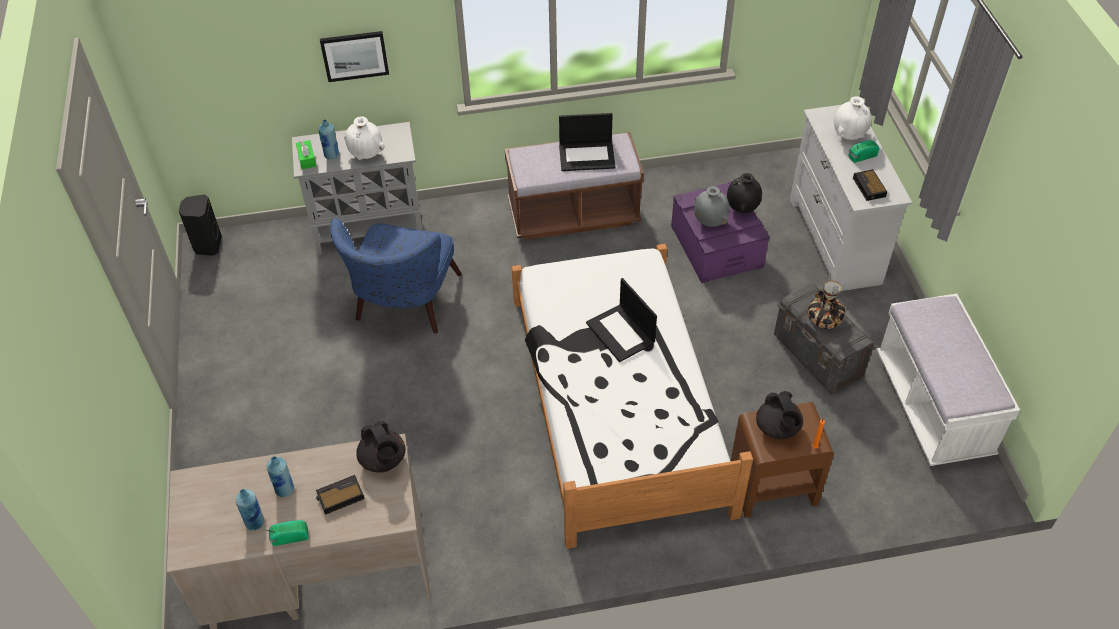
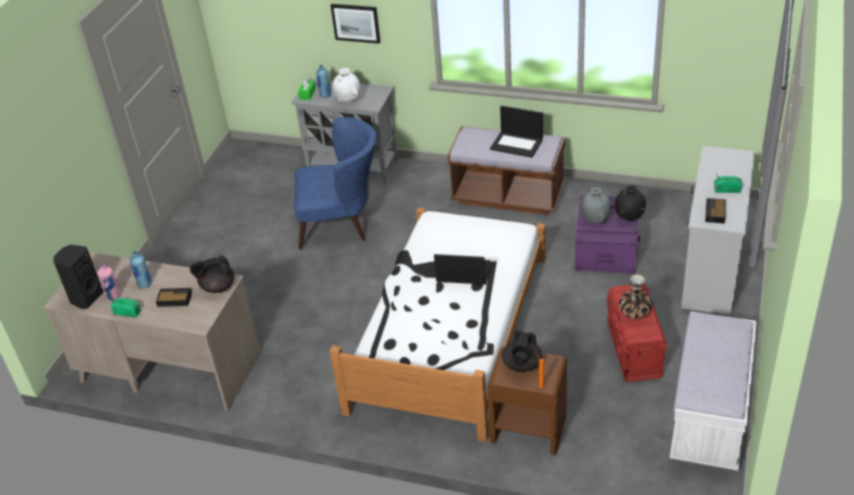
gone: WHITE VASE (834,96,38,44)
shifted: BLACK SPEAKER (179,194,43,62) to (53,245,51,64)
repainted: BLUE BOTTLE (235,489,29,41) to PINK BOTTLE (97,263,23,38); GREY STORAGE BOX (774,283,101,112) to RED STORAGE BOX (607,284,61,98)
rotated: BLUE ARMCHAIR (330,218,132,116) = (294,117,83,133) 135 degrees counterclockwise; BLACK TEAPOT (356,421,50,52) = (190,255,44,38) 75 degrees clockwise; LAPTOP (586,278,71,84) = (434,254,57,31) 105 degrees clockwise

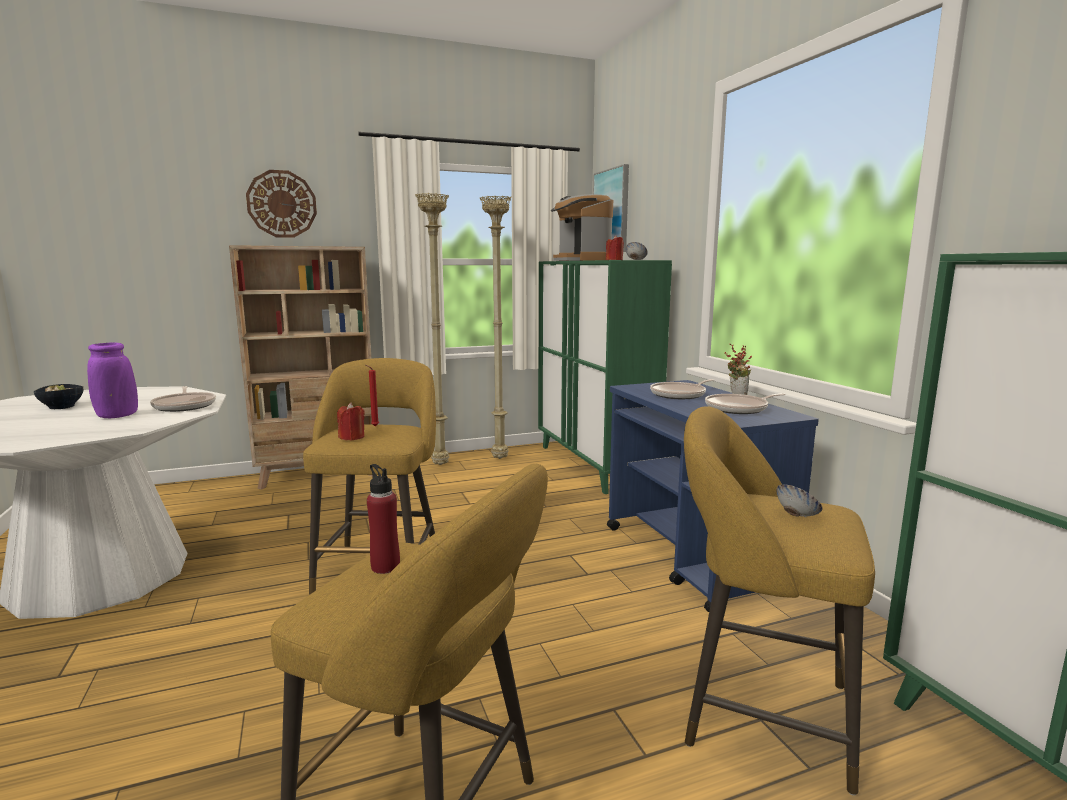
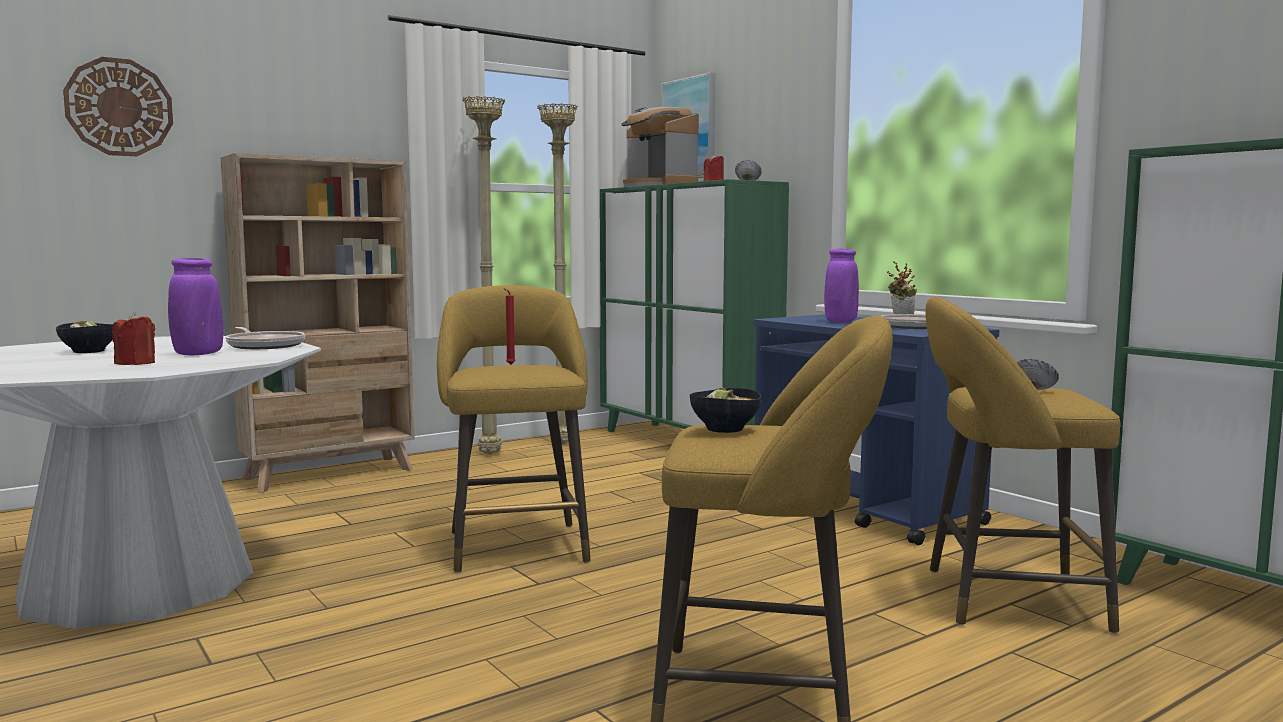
shifted: WALL CLOCK (246,170,71,68) to (63,57,110,100); RED CANDLE (337,402,28,38) to (112,312,43,53)
swapped: RED BOTTLE (367,464,33,110) to BOWL (690,388,71,45); FRYING PAN (650,379,64,20) to PURPLE VASE (824,249,35,73)

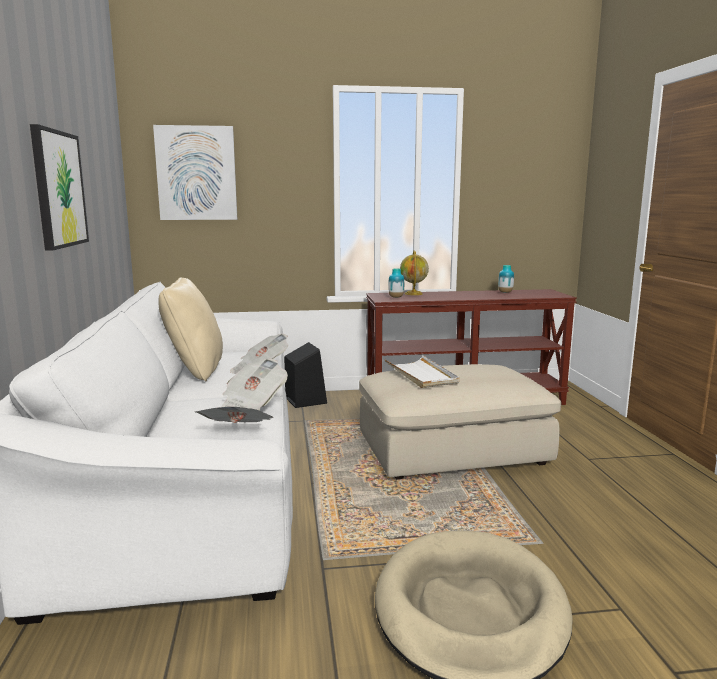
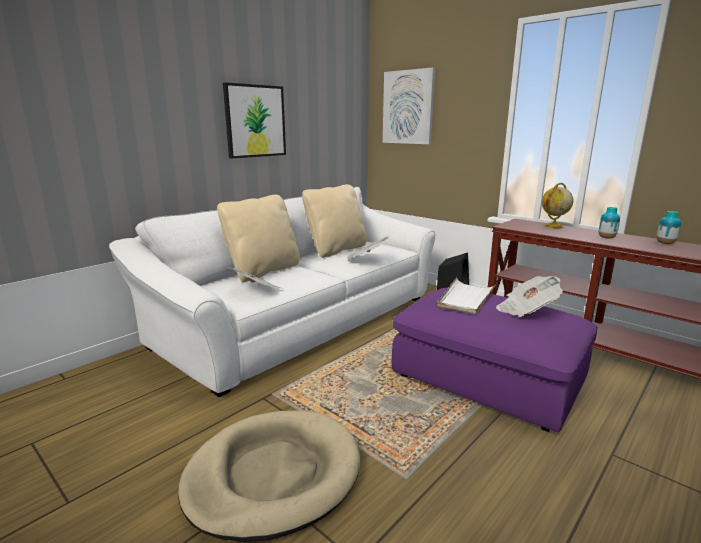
new: BEIGE PILLOW (217,195,83,87)
shifted: NEWSPAPER (221,359,67,51) to (496,276,67,41); VASE (388,268,16,30) to (599,207,21,32)
repainted: BEIGE OTTOMAN (359,364,202,116) to PURPLE OTTOMAN (392,288,206,144)

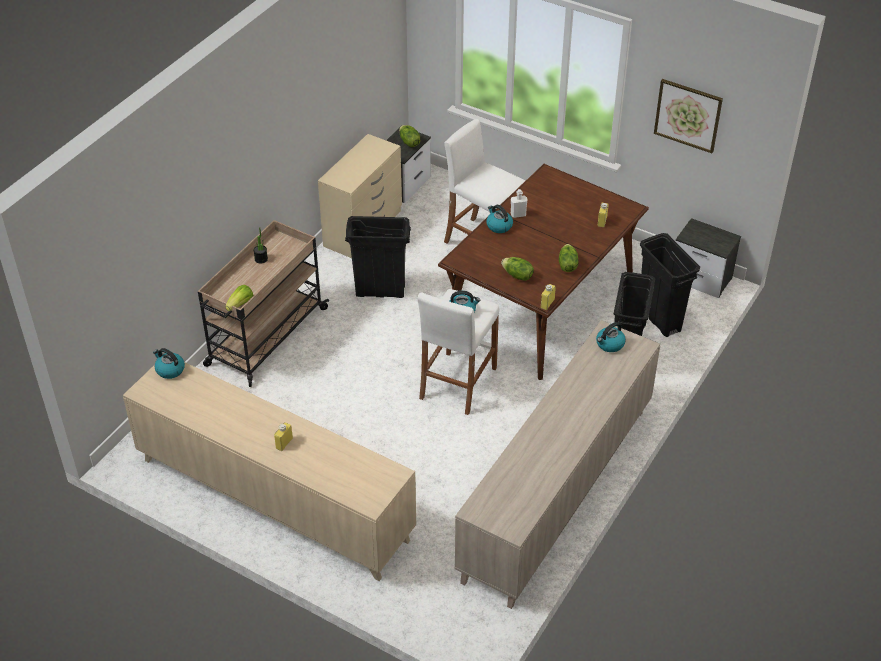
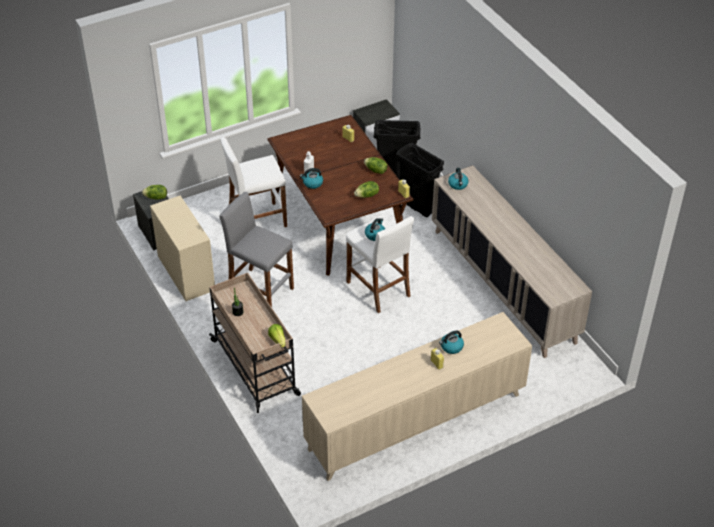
gone: PICTURE (654,79,69,74)
shifted: KETTLE (153,348,32,31) to (439,331,25,23)
swapped: BLACK TRASH CAN (345,216,66,82) to GREY STOOL (220,192,74,115)

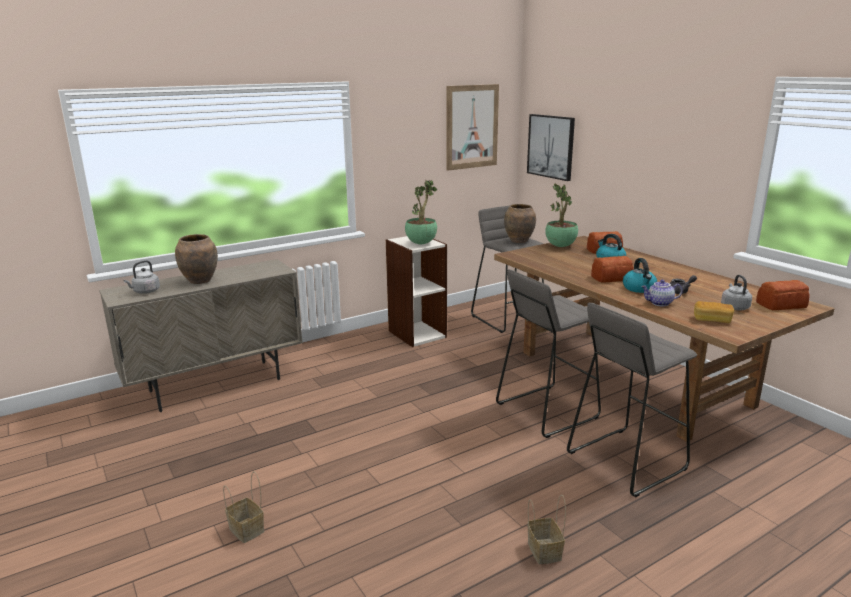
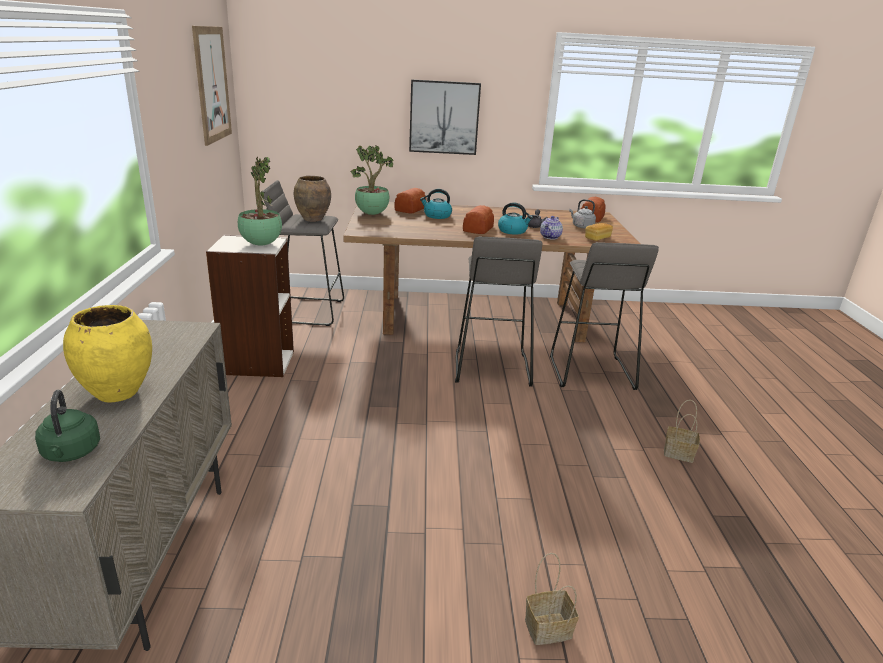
shifted: PICTURE (527,114,48,67) to (409,79,72,76)
repainted: GREY KETTLE (124,260,36,34) to GREEN KETTLE (35,390,65,72); BROWN VASE (175,234,43,50) to YELLOW VASE (63,305,89,98)

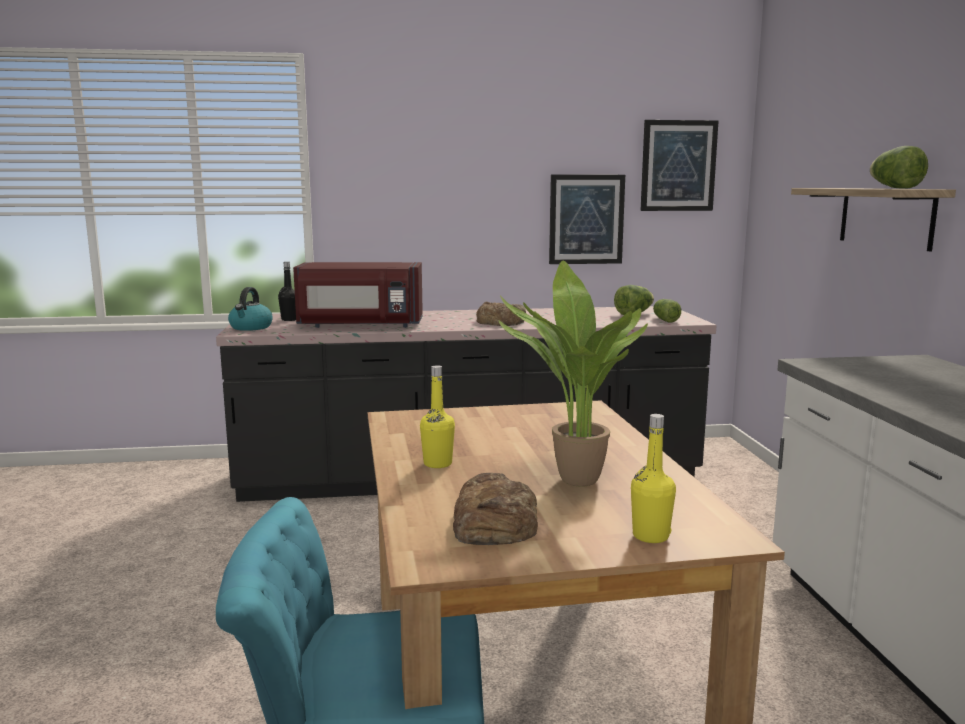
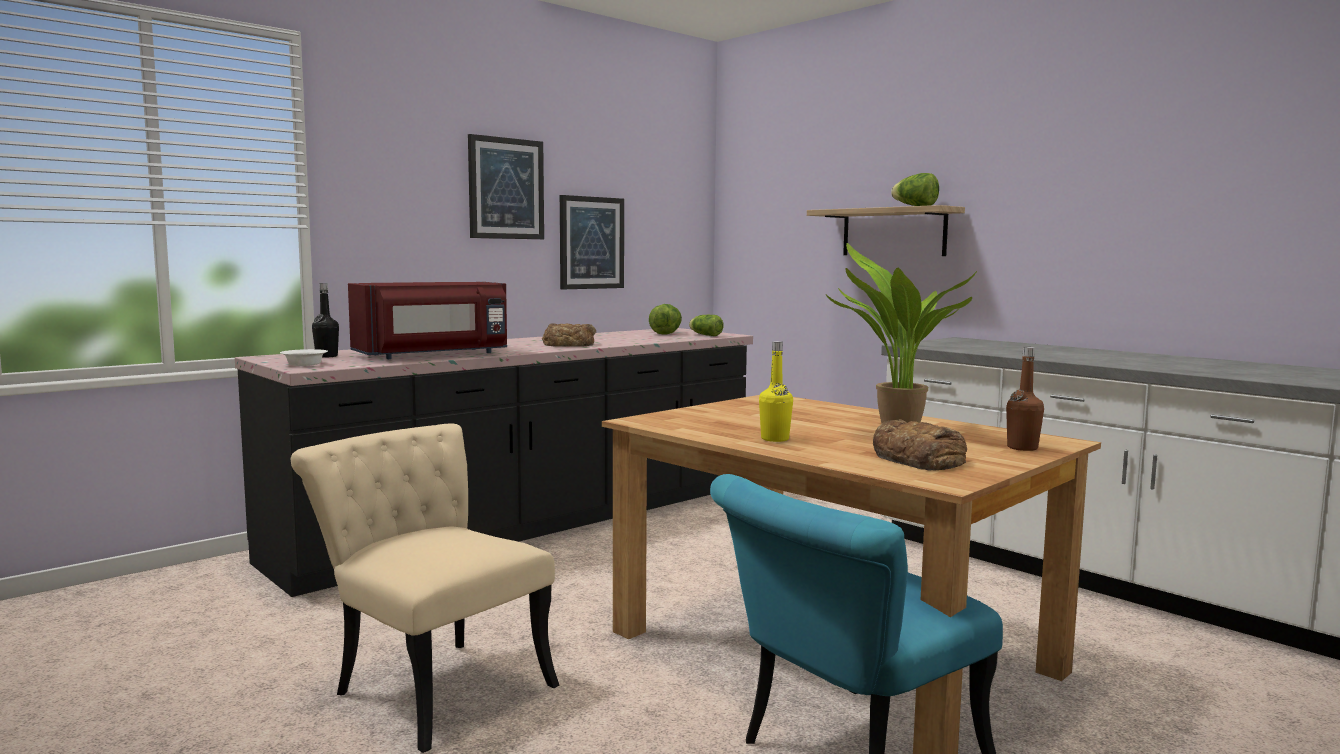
new: BEIGE CHAIR (291,424,268,329)
shifted: PICTURE (640,120,79,91) to (468,134,76,105)
swapped: KETTLE (228,287,45,44) to WHITE BOWL (280,349,48,17)
repainted: YELLOW BOTTLE (631,414,45,129) to BROWN BOTTLE (1006,347,38,104)

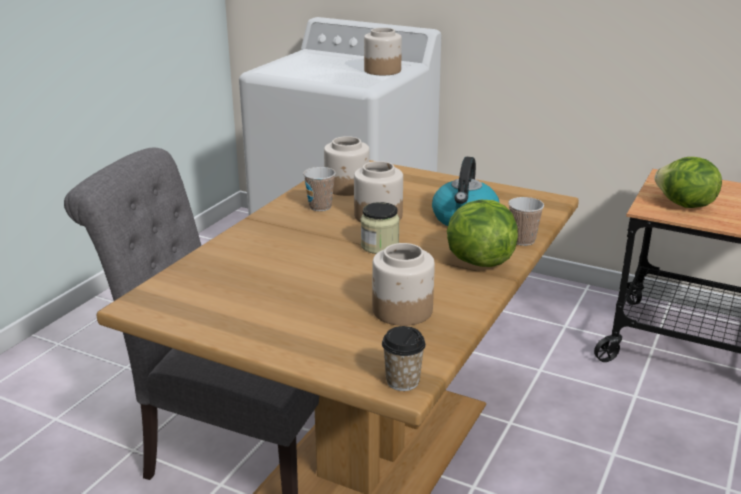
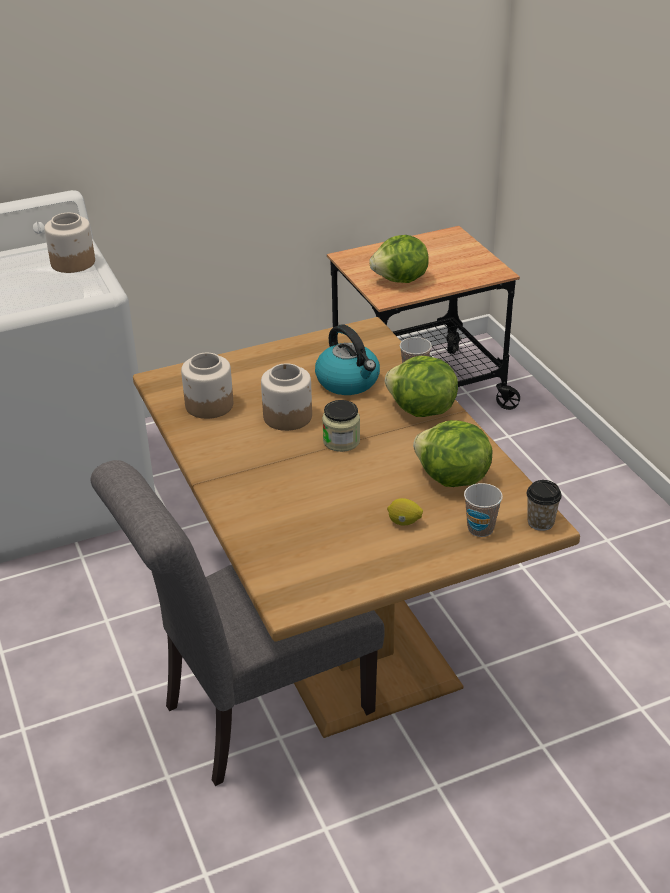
new: LEMON (387,498,36,27)
shifted: CUP (303,167,33,44) to (464,483,39,54)
swapped: JAR (372,243,63,83) to LETTUCE (413,420,79,67)

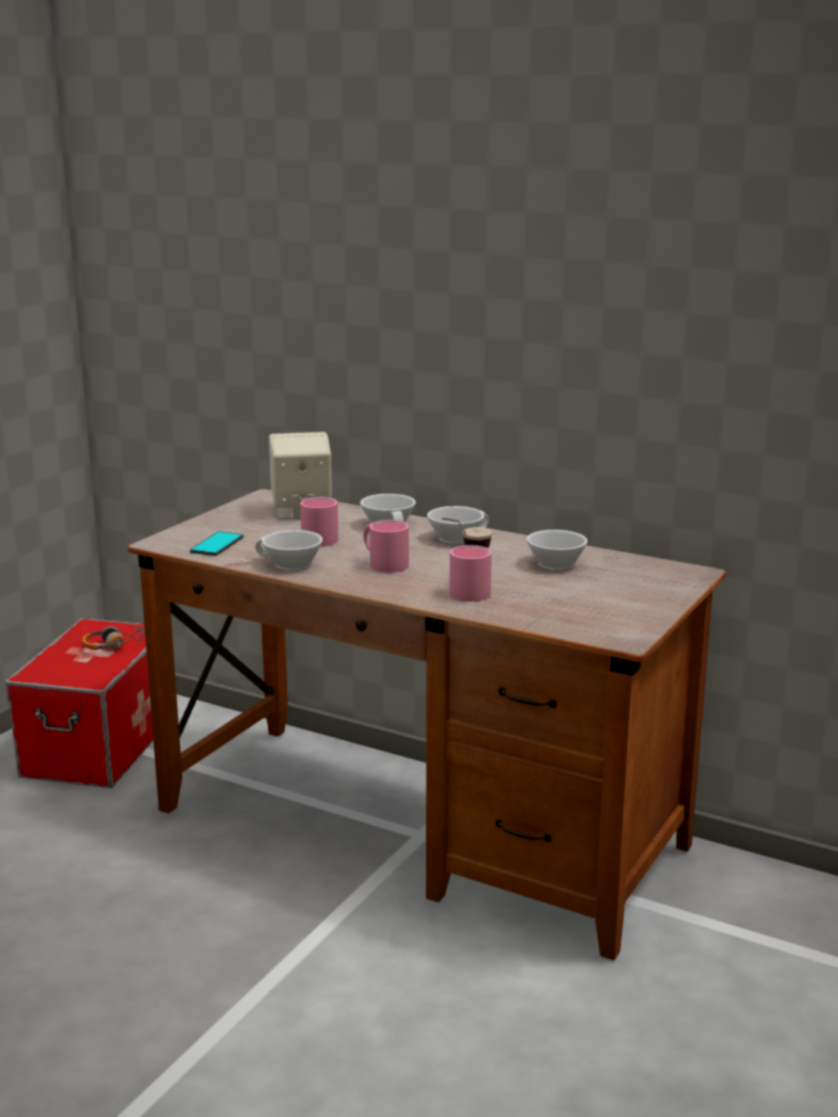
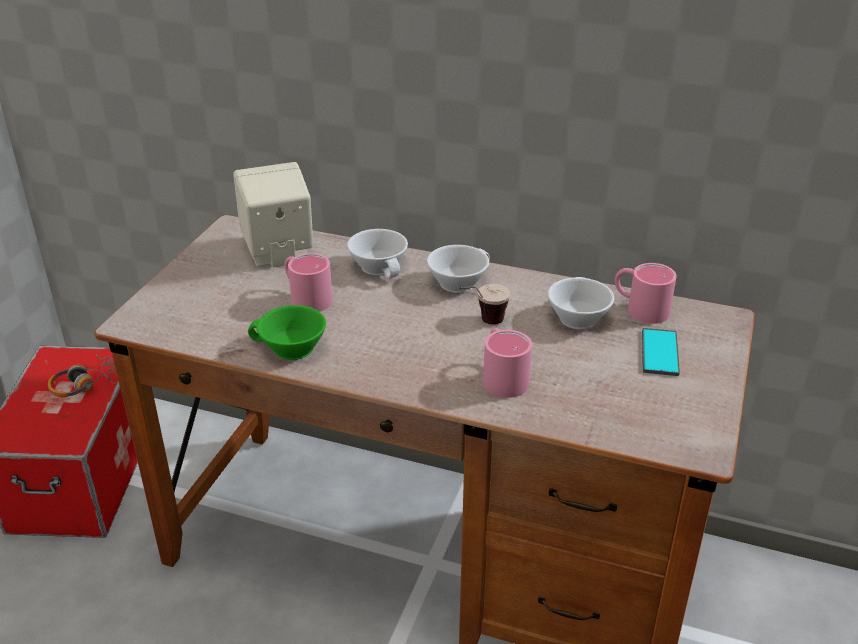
shifted: PHONE (190,531,54,25) to (642,328,38,48); PINK MUG (363,520,46,53) to (615,263,62,61)
repainted: WHITE CUP (255,530,68,40) to GREEN CUP (248,305,78,55)

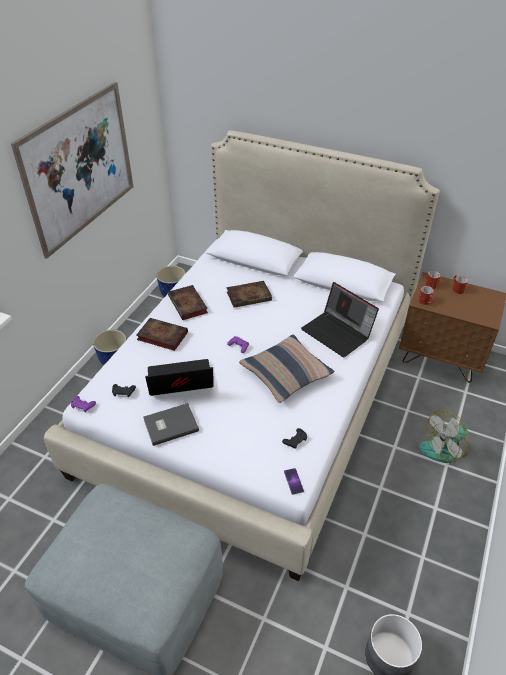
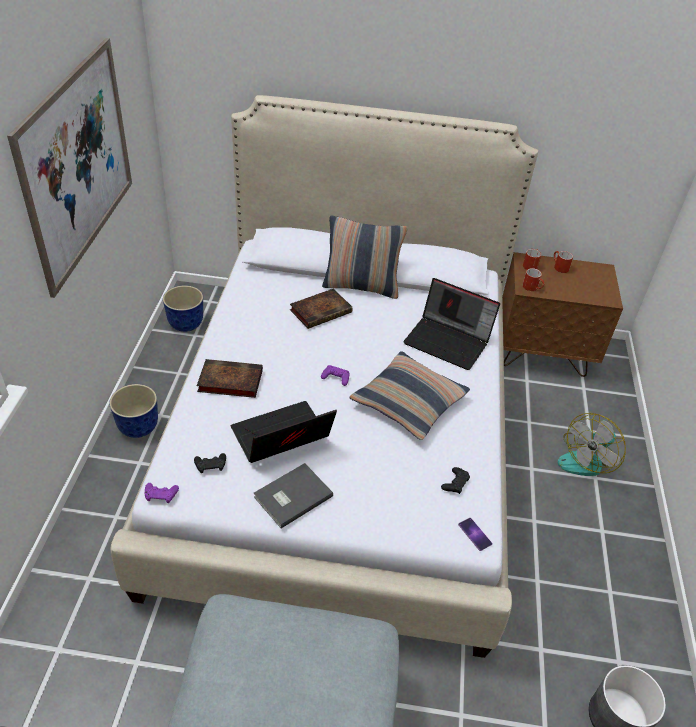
gone: BOOK (168,285,40,35)
new: PILLOW (322,215,86,84)

